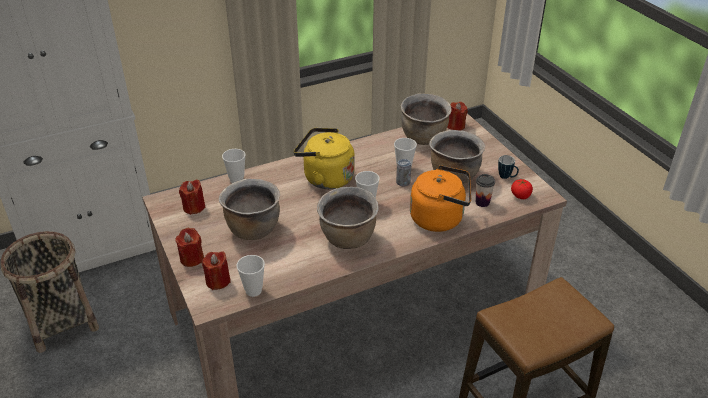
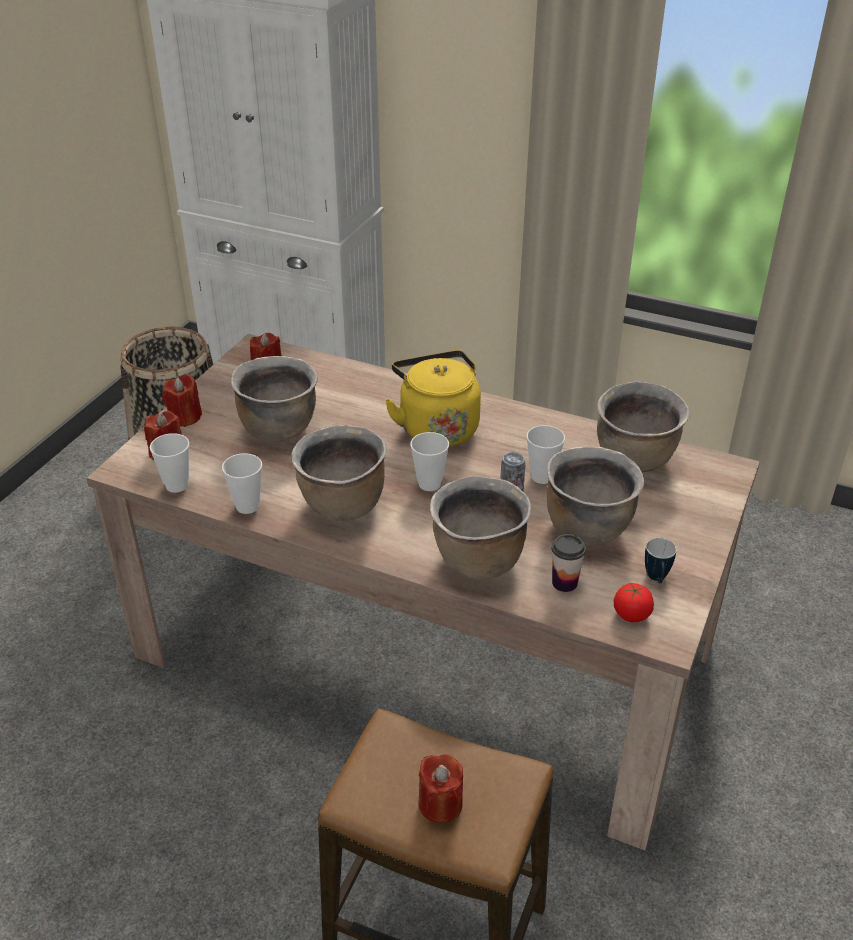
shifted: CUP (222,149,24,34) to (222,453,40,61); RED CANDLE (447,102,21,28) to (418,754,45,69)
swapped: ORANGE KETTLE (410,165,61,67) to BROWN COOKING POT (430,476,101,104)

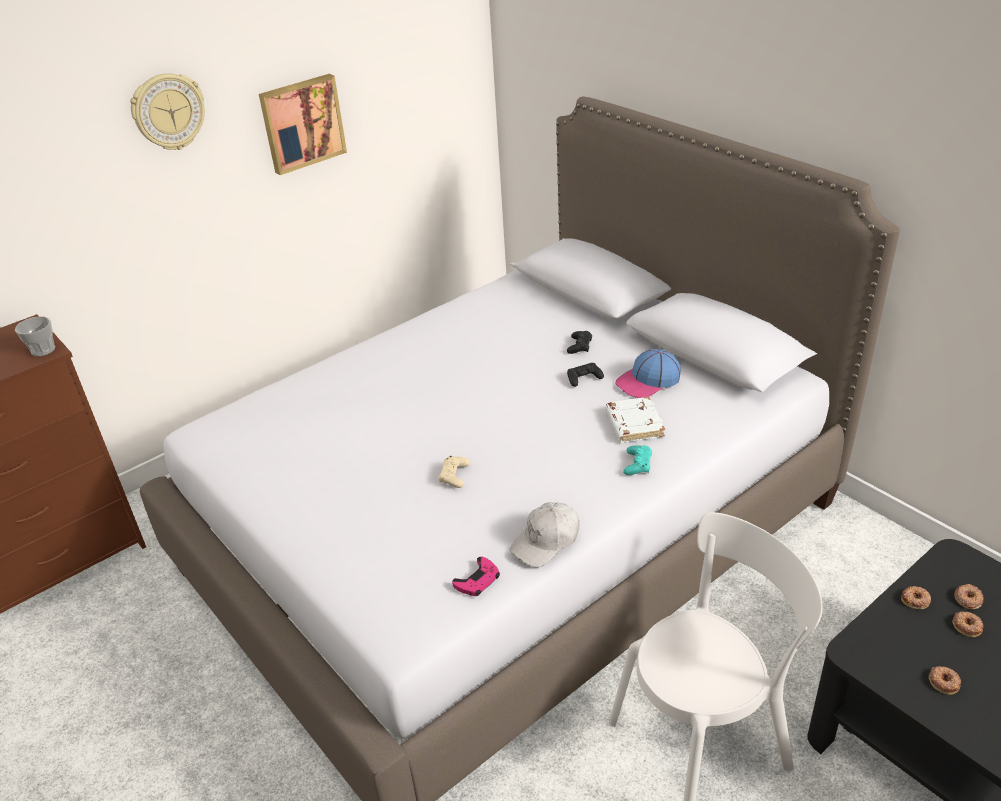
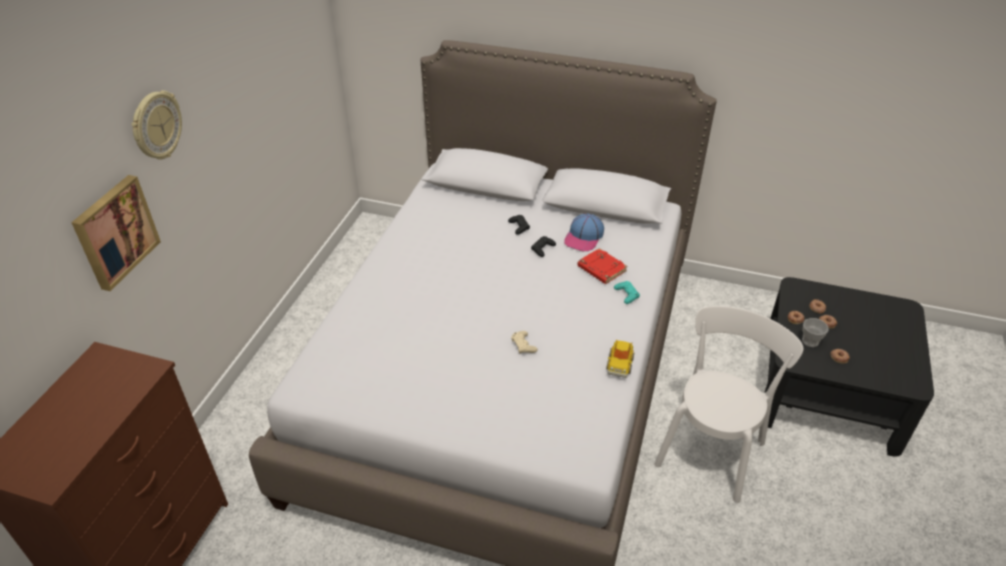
gone: PINK GAME CONTROLLER (452,556,48,40)
shifted: CUP (15,316,40,40) to (802,318,27,29); PICTURE (259,74,88,101) to (71,175,90,116)
swapped: WHITE CAP (510,502,70,66) to TOY CAR (606,340,28,38)
repainted: WHITE BOOK (606,397,59,45) to RED BOOK (577,248,50,36)

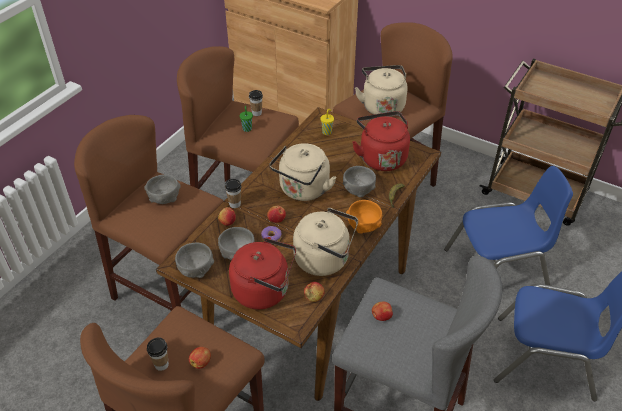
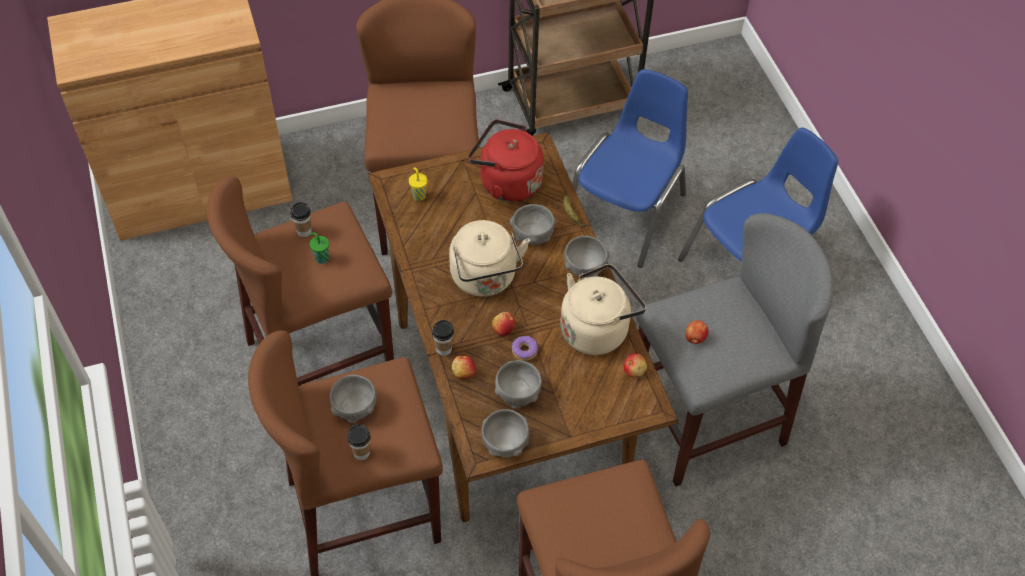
gone: APPLE (189,347,22,22); RED KETTLE (229,237,67,72); BEIGE KETTLE (355,65,53,52)
shifted: CUP (147,337,22,34) to (347,424,24,36)
repainted: ORANGE BOWL (346,200,36,34) to GREY BOWL (564,236,46,41)

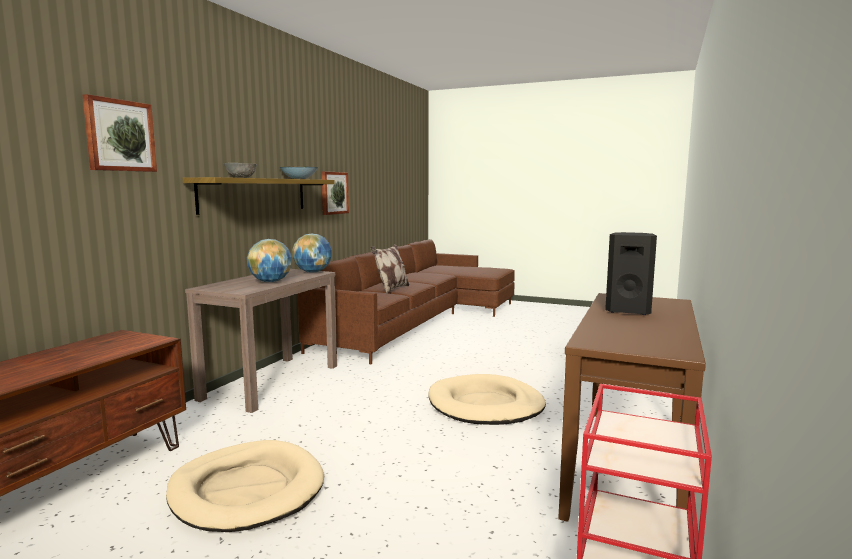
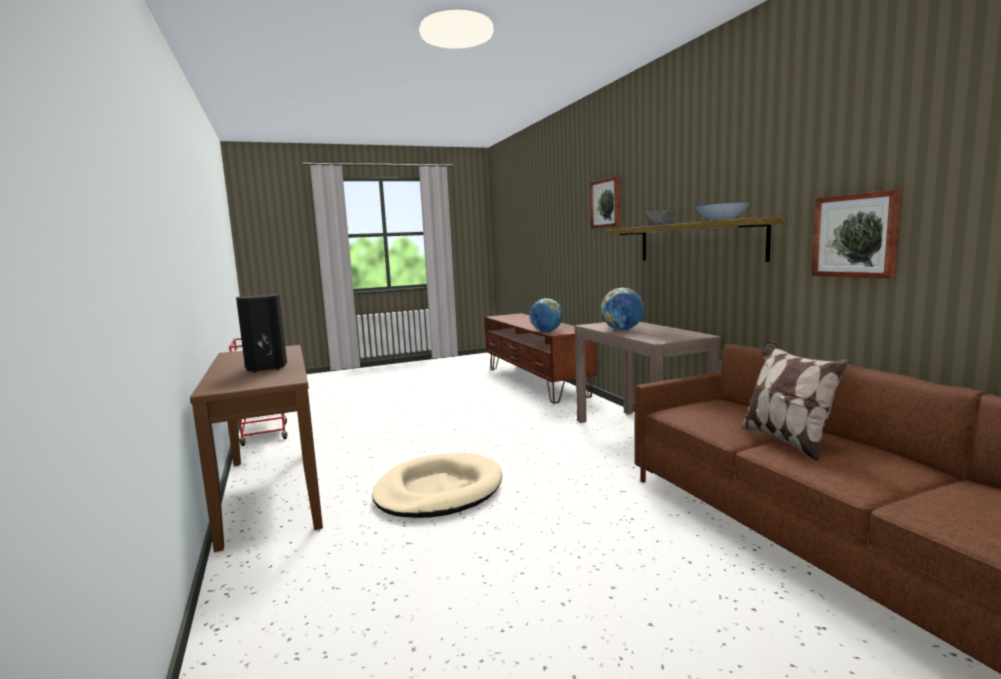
gone: BEIGE DOG BED (166,440,158,92)
shifted: GLOBE (292,233,40,40) to (530,298,33,34)

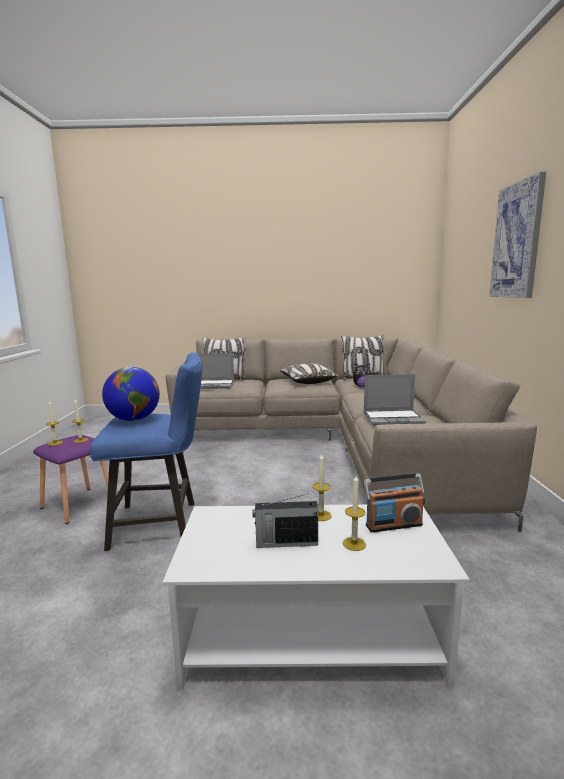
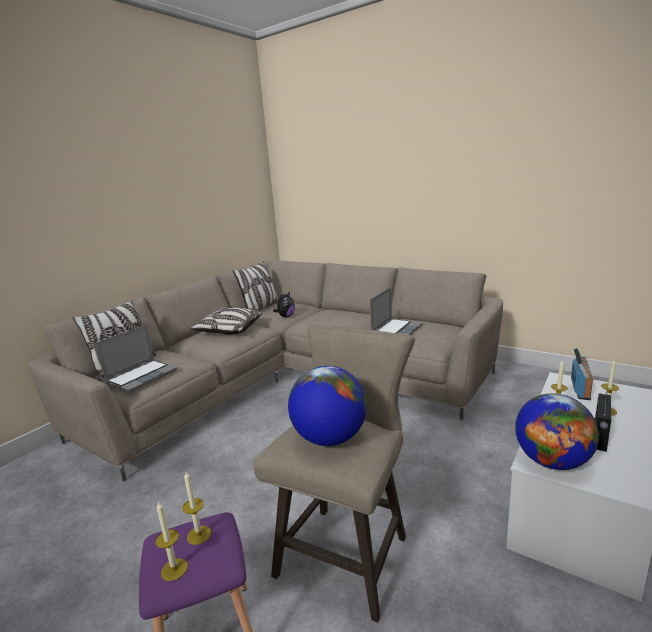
gone: PICTURE (489,172,57,126)
new: GLOBE (515,393,84,77)
repainted: BLUE STOOL (90,353,112,198) to BEIGE STOOL (253,325,162,298)

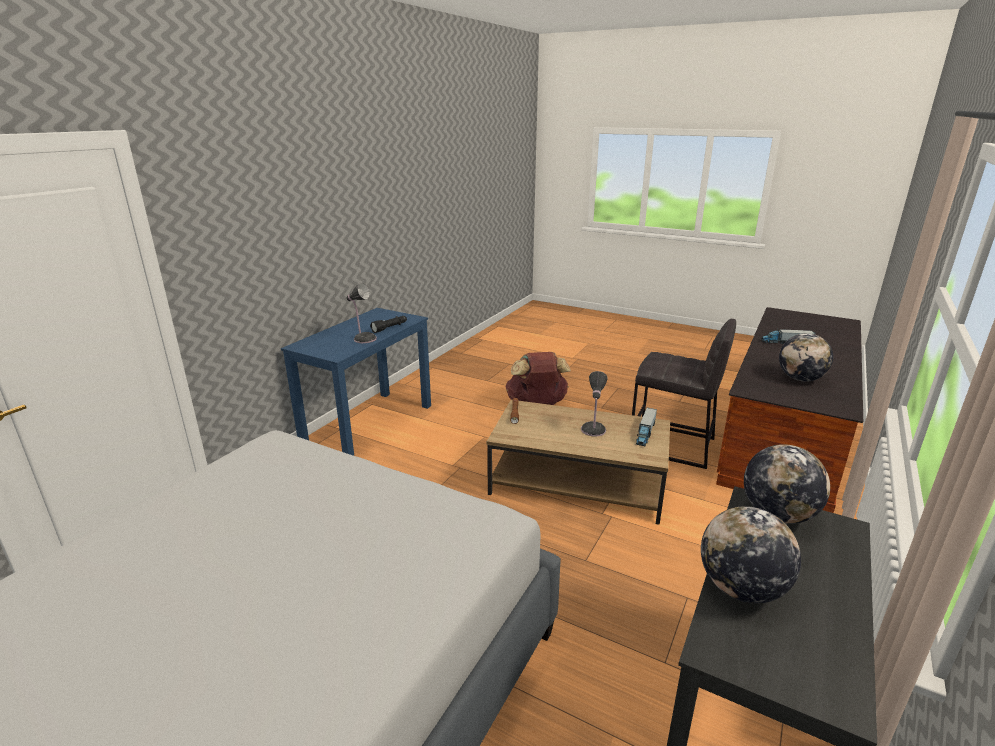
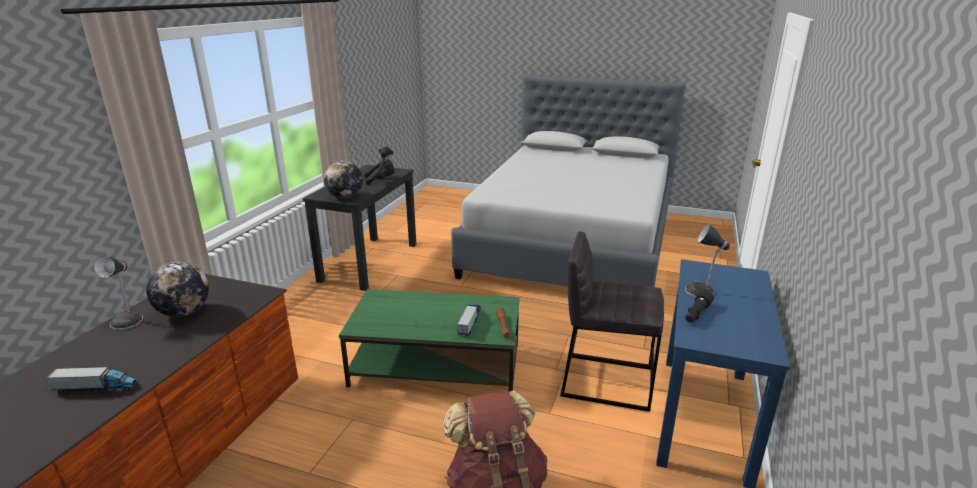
shifted: TABLE LAMP (581,371,27,65) to (94,256,49,74); GREY STOOL (632,319,104,150) to (561,231,103,181); TOY TRUCK (636,408,21,38) to (457,303,24,34)
swapped: GLOBE (701,506,100,97) to BLACK PLUSH TOY (364,147,31,38)
repainted: BROWN COFFEE TABLE (487,400,183,125) to GREEN COFFEE TABLE (339,289,181,103)

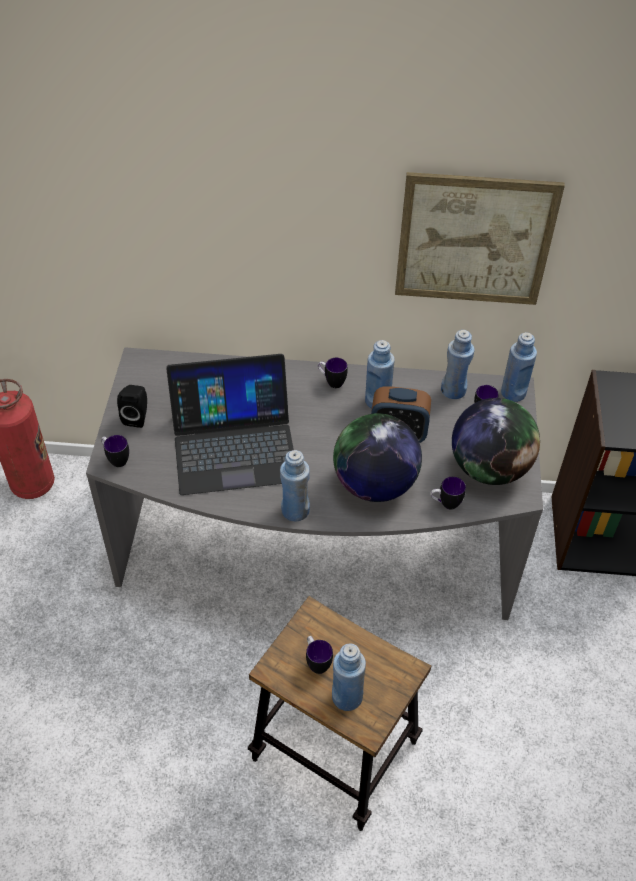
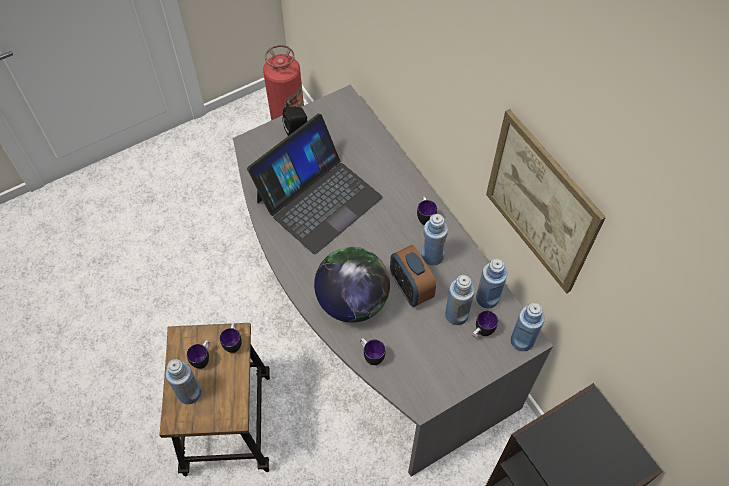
gone: GLOBE (452,398,88,87)
shifted: MUG (101,435,28,32) to (220,323,22,30); BLUE BOTTLE (280,450,30,71) to (445,275,30,50)
rotated: LAPTOP (166,354,128,141) = (247,113,136,141) 90 degrees counterclockwise

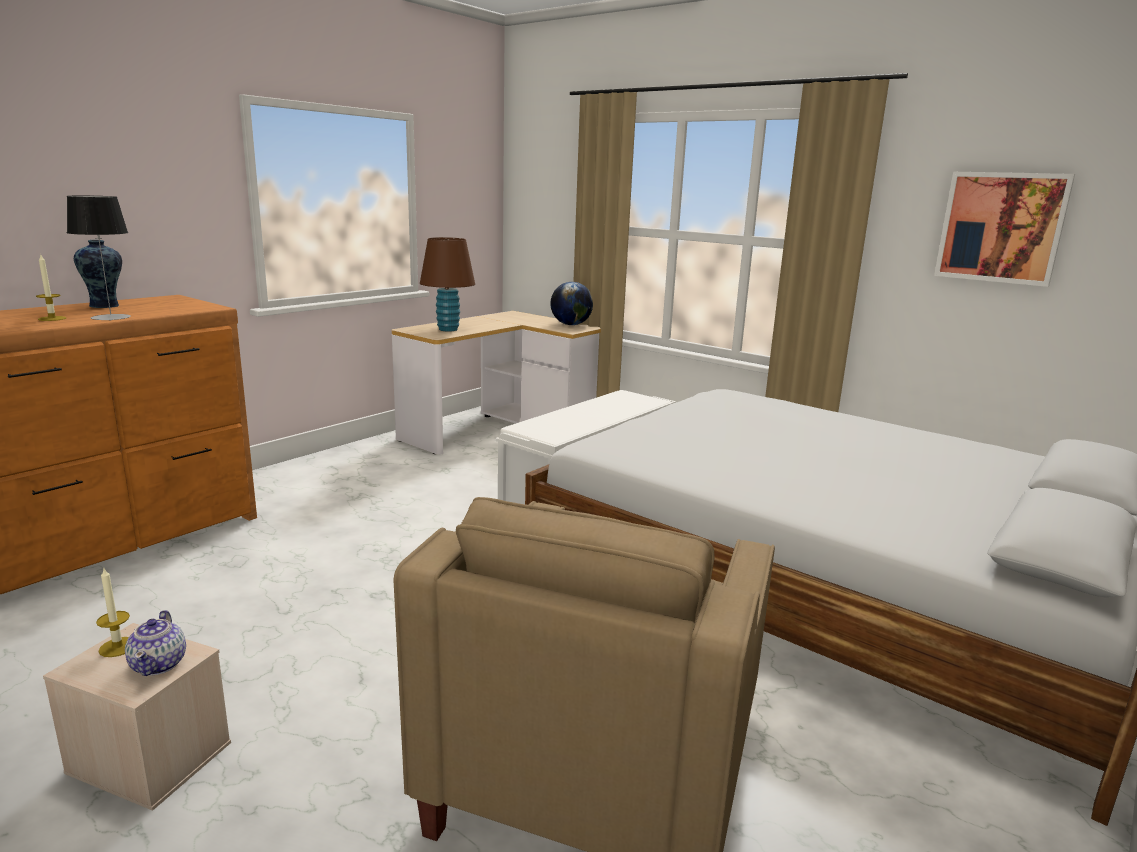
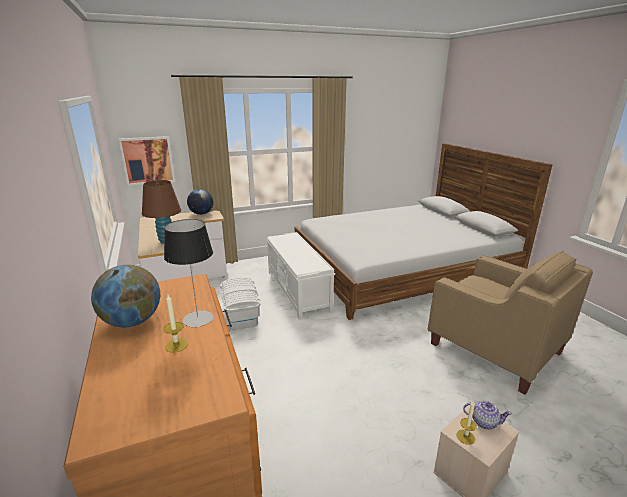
new: WHITE STORAGE BOX (220,277,40,53)
shifted: PICTURE (934,172,141,115) to (119,136,56,50)
swapped: VASE (74,240,48,68) to GLOBE (91,265,69,62)

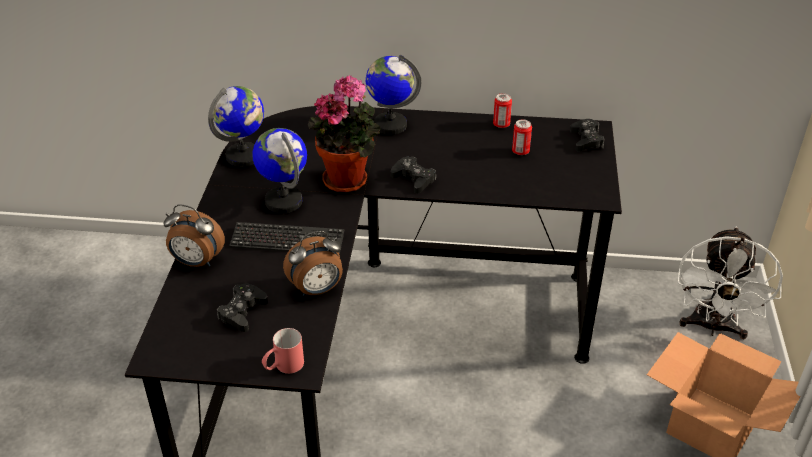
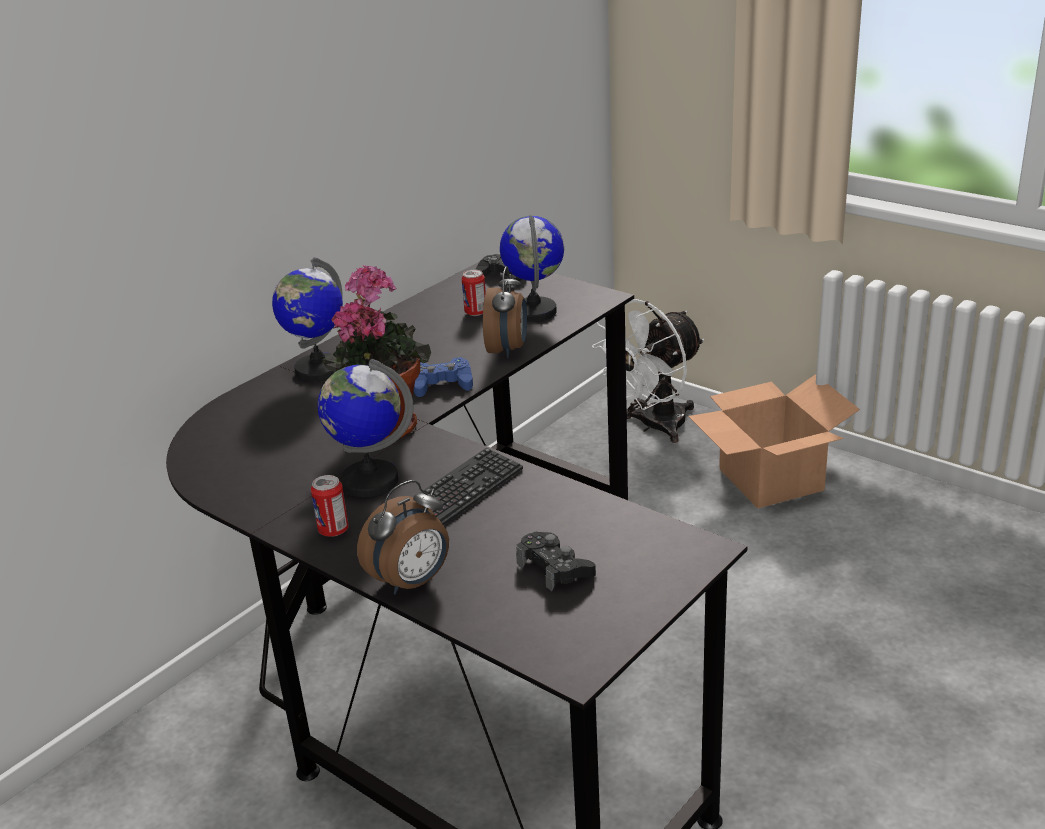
gone: RED MUG (262,328,42,46)
shifted: GLOBE (208,86,56,81) to (500,215,64,107); ALARM CLOCK (283,231,60,65) to (483,266,44,92); CAN (493,93,19,35) to (311,475,38,62)
repainted: BLACK GAME CONTROLLER (391,157,45,37) to BLUE GAME CONTROLLER (414,357,59,40)
rotated: WHITE FAN (678,226,105,113) = (592,299,113,144) 90 degrees clockwise

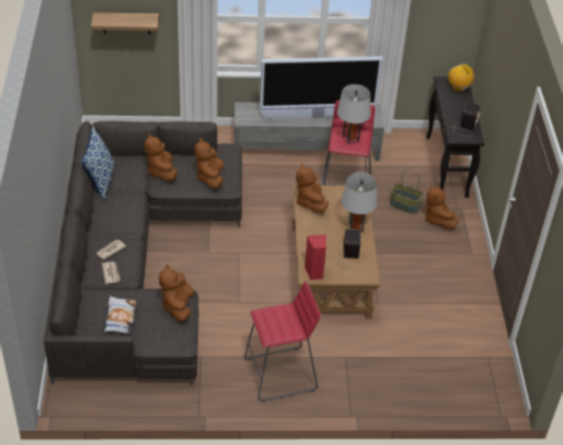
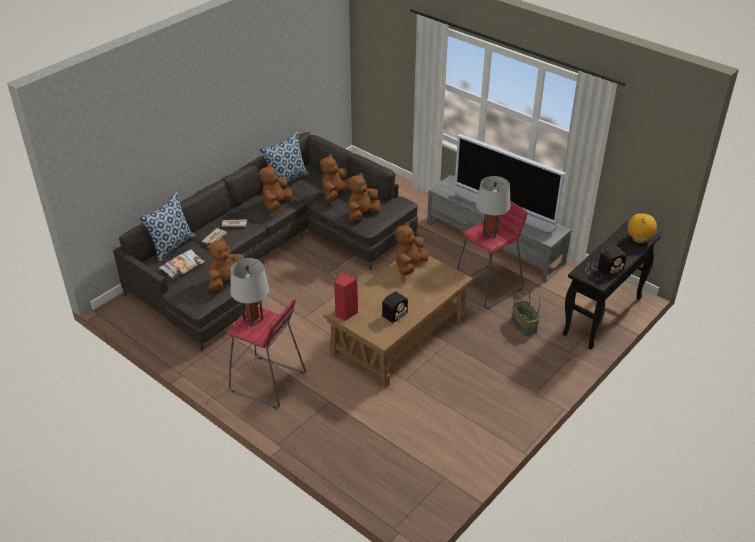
gone: SHELF (91,12,68,22)
new: PILLOW (139,192,56,70)
shifted: GREY TABLE LAMP (341,172,36,61) to (230,258,39,68); BROWN PLUSH TOY (425,184,34,45) to (259,164,33,48)

